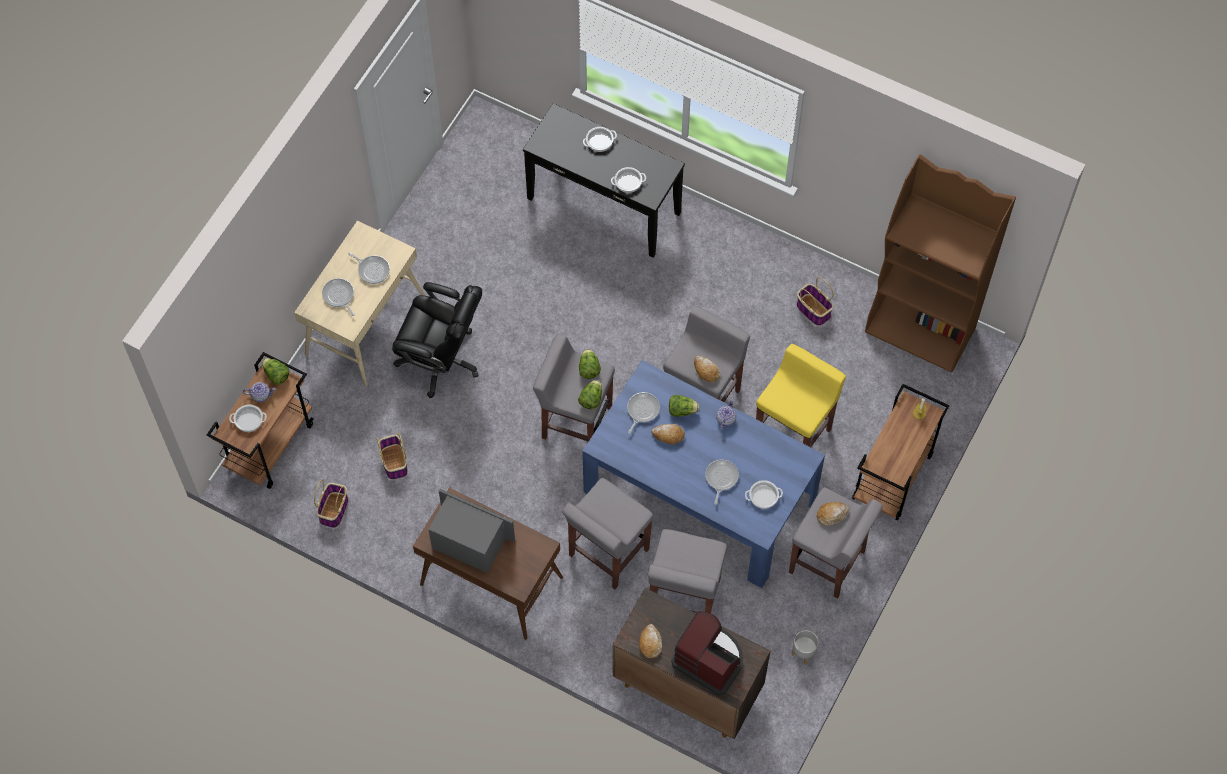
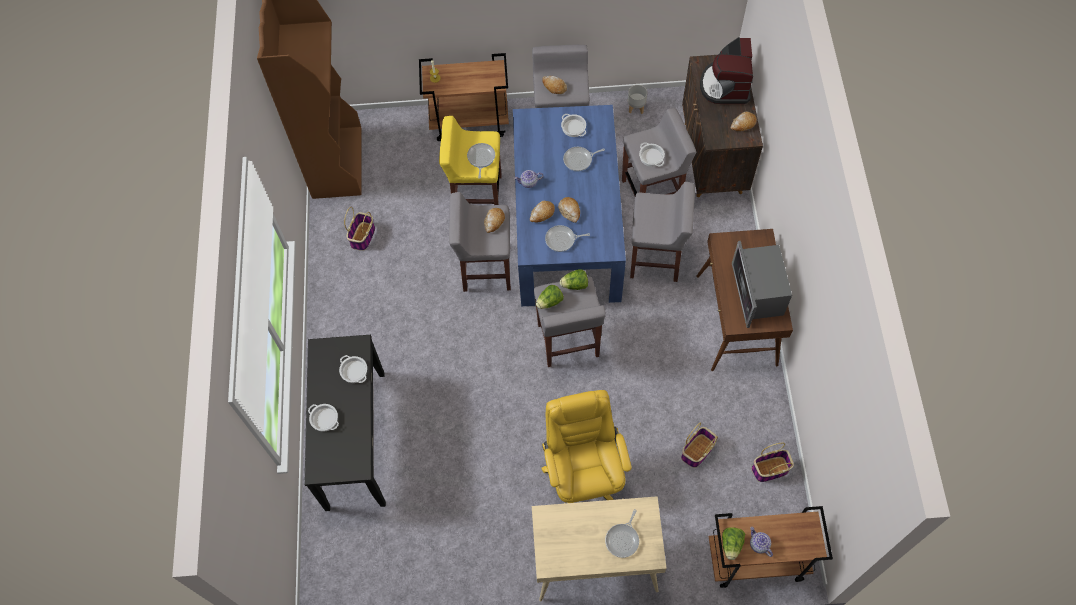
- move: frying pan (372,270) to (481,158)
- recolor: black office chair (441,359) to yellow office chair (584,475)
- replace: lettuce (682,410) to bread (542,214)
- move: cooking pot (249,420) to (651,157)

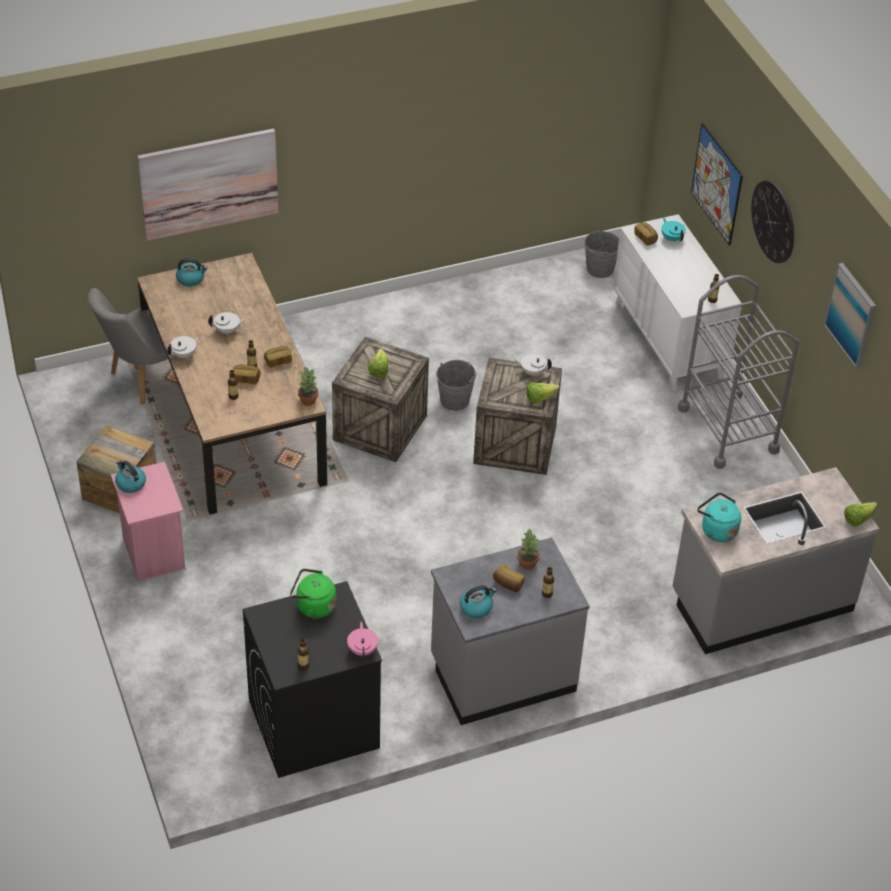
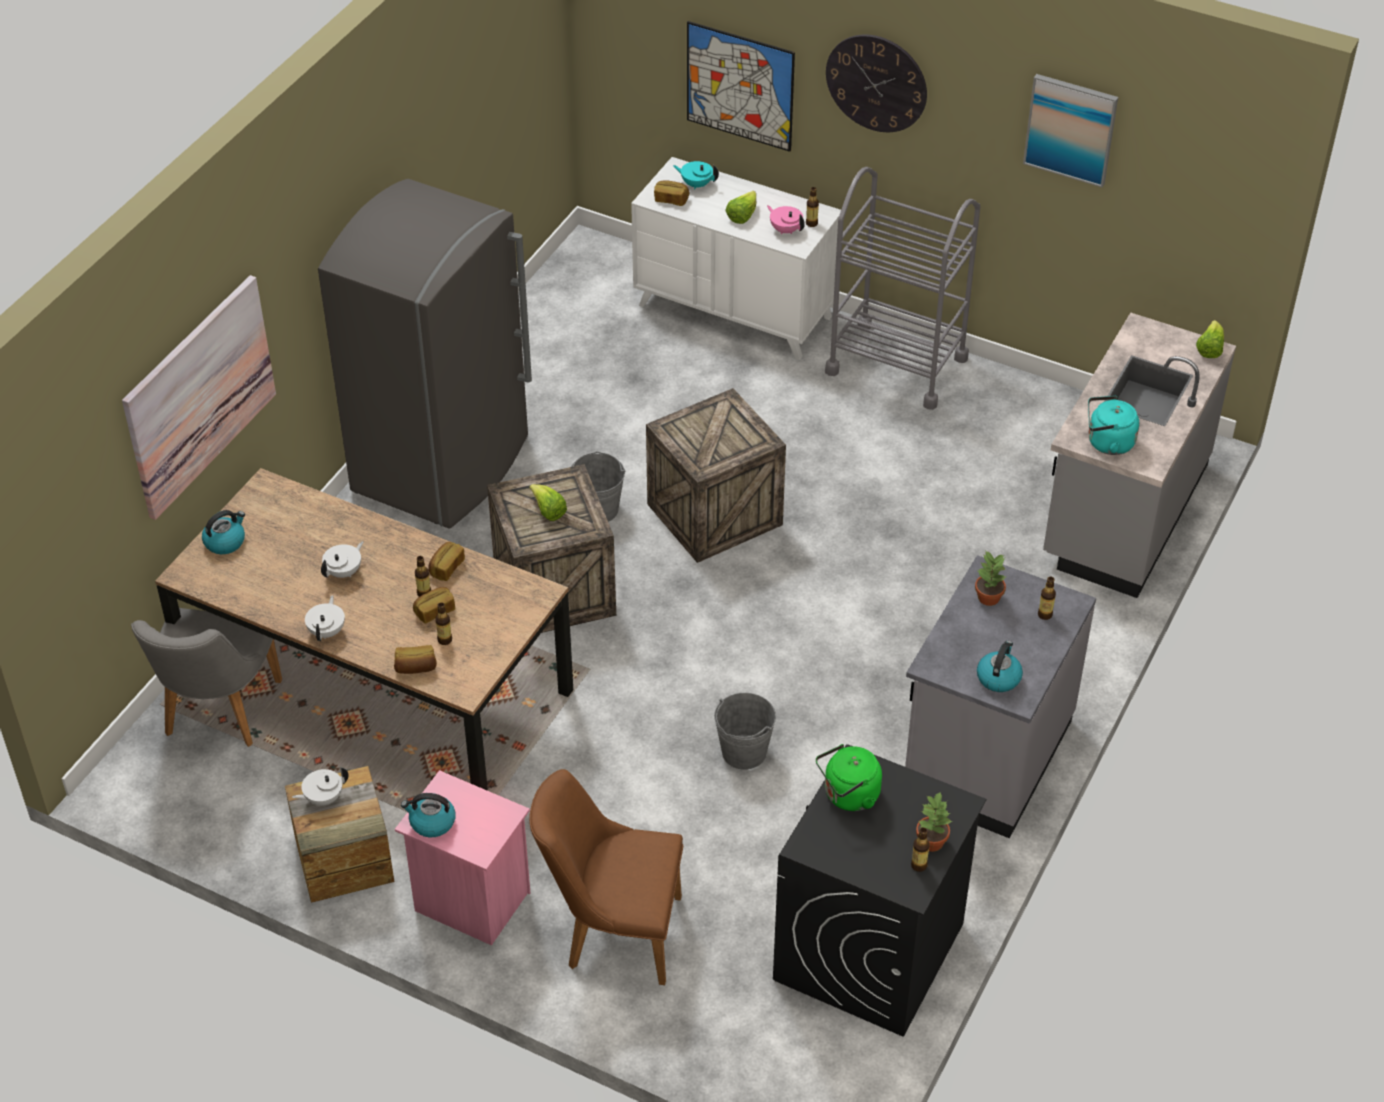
- move: grey bucket (600,269) to (744,752)
- move: white teapot (532,372) to (323,798)
- move: potted plant (308,400) to (931,841)
- move: lettuce (540,398) to (742,216)
- move: bread (508,584) to (416,668)
- move: pink teapot (362,650) to (785,230)
- insert: grey fridge (443,465)
- insert: brown chair (612,931)

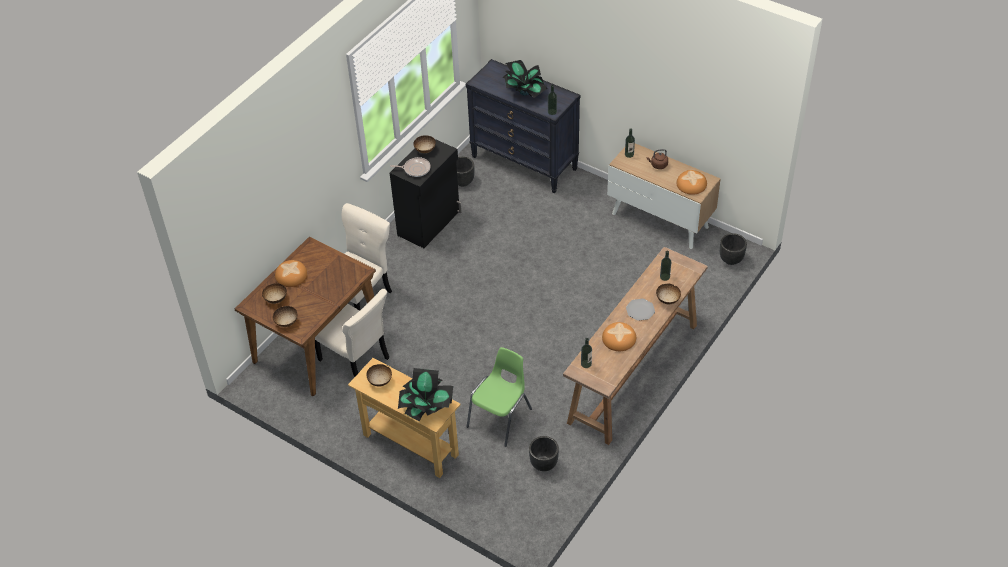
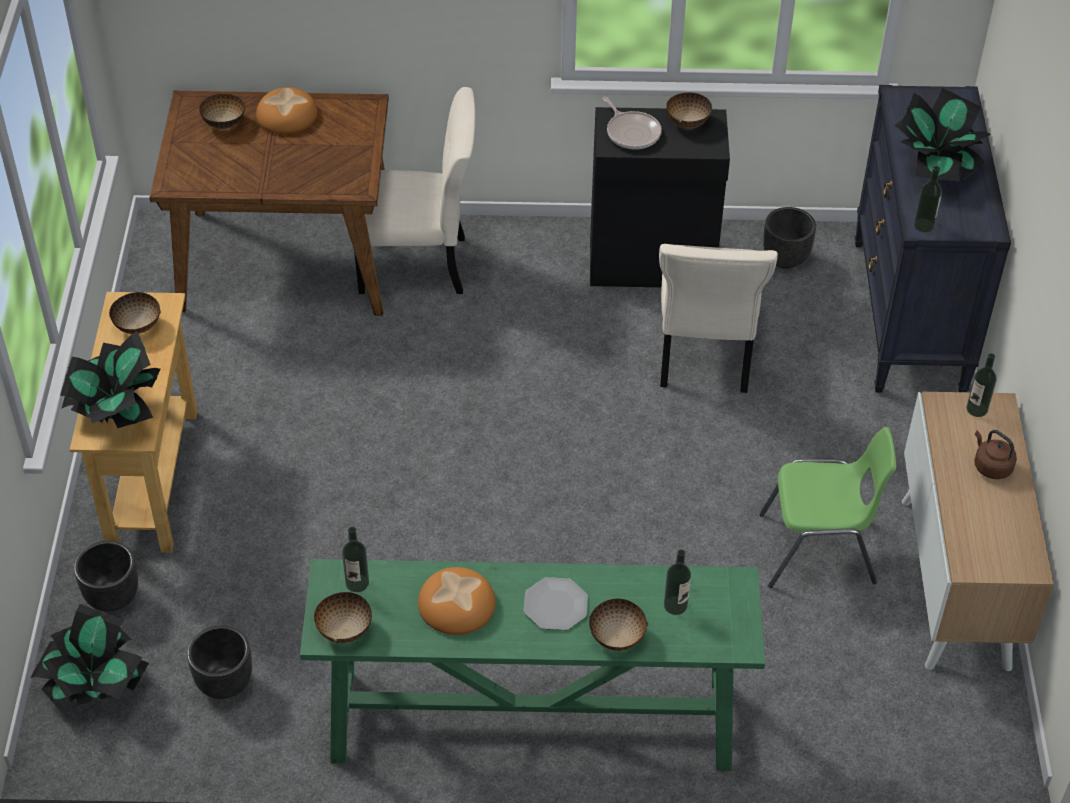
- delete: bread (691,184)
- move: black planter (731,260) to (112,598)
- recolor: brown console table (633,374) to green console table (529,721)
- move: beige chair (356,361) to (704,355)
- move: bowl (286,322) to (344,630)
- move: green chair (501,418) to (819,550)
- insert: potted plant (95,687)

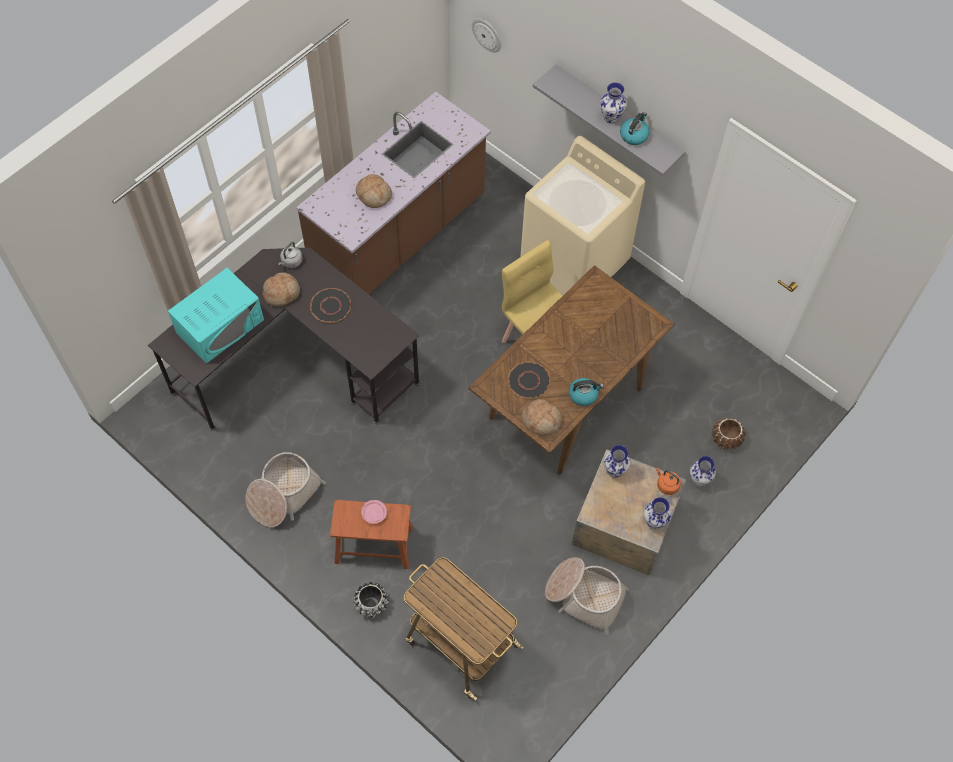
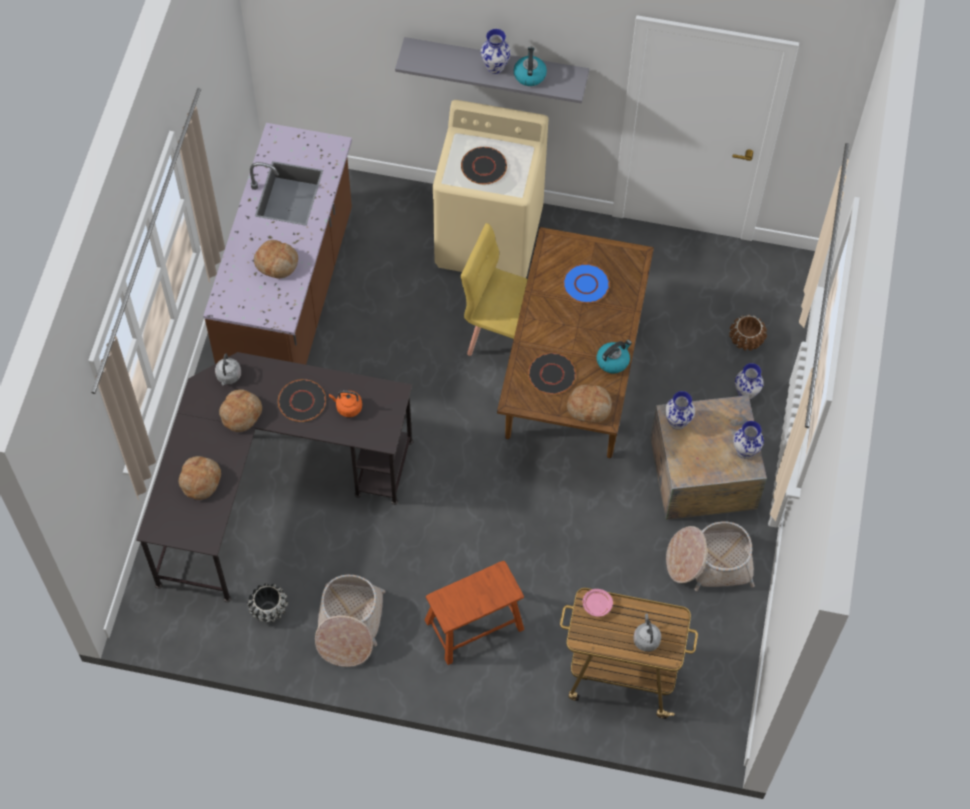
- delete: wall clock (487,34)
- replace: turquoise microwave (220,326) to bread (200,480)
- move: orange kettle (666,485) to (347,407)
- move: pink plate (374,513) to (596,605)
- move: black planter (371,604) to (268,608)
- insert: black plate (483,166)
- insert: blue plate (586,284)
- insert: grey kettle (646,639)

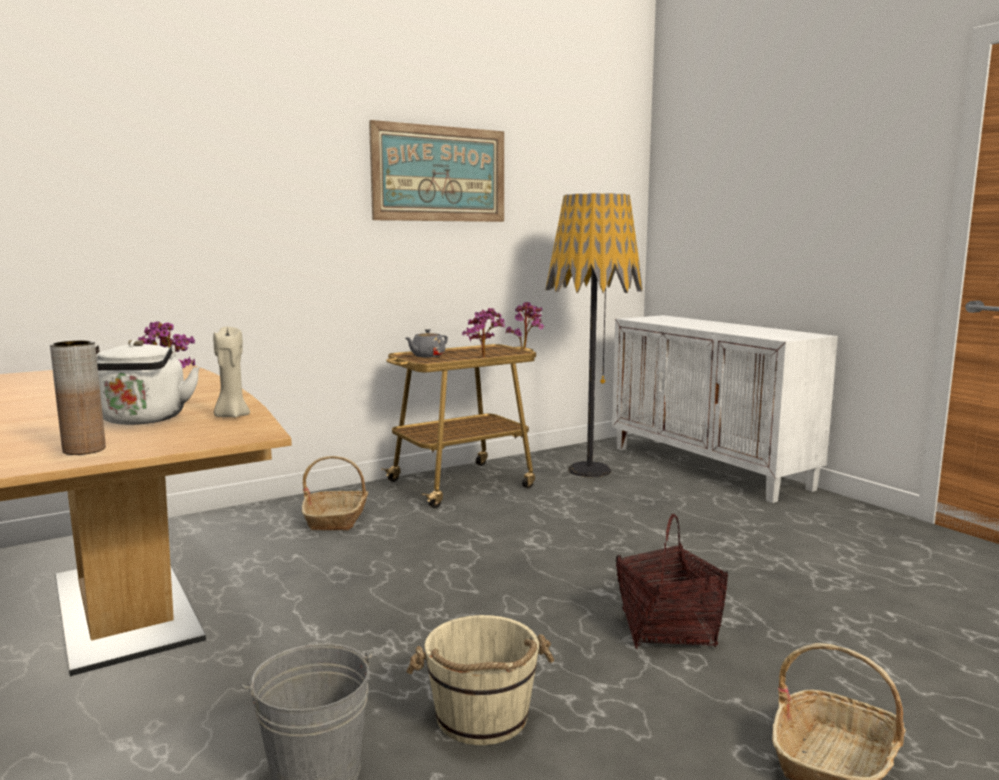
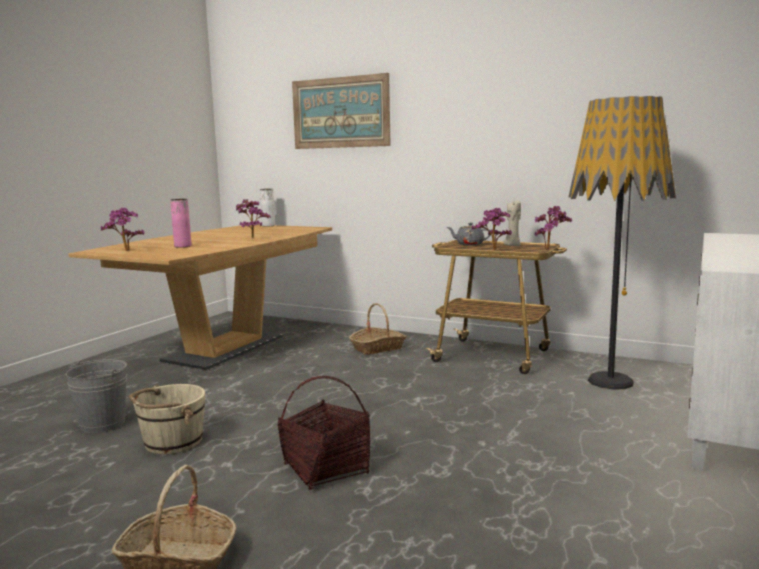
- move: picture (439,174) to (340,112)
- move: beige candle (232,416) to (512,245)
- replace: white kettle (141,420) to pink vase (183,246)
- replace: brown vase (84,450) to potted plant (125,251)
- insert: white vase (268,225)

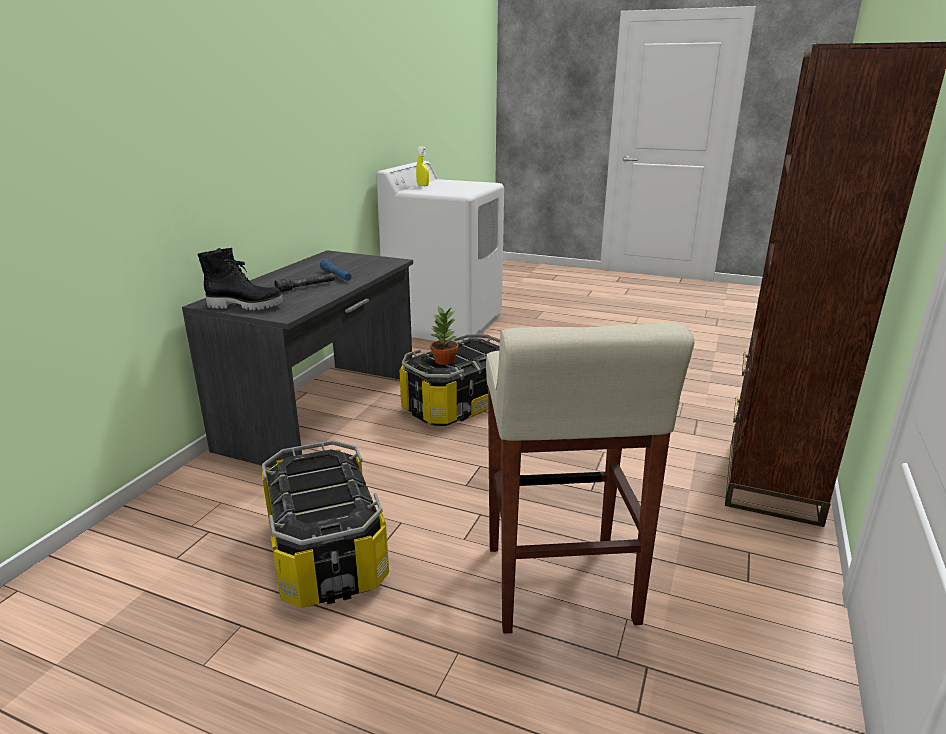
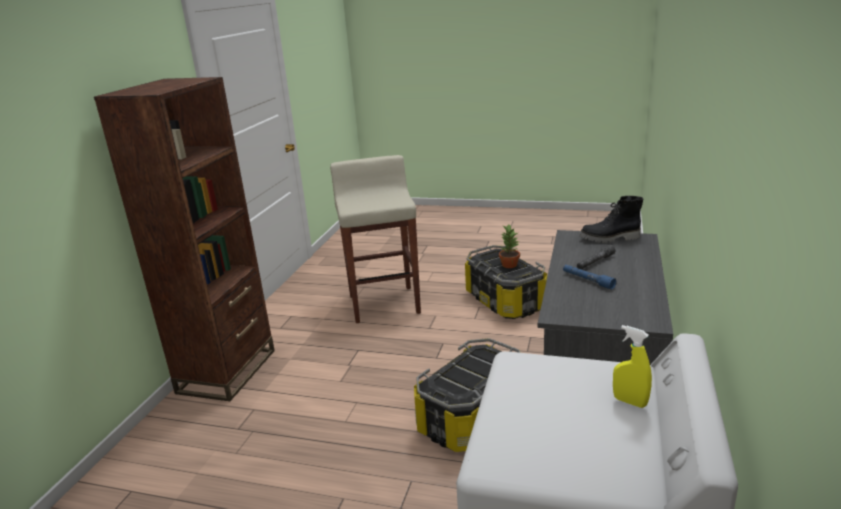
- move: potted plant (444,361) to (509,264)

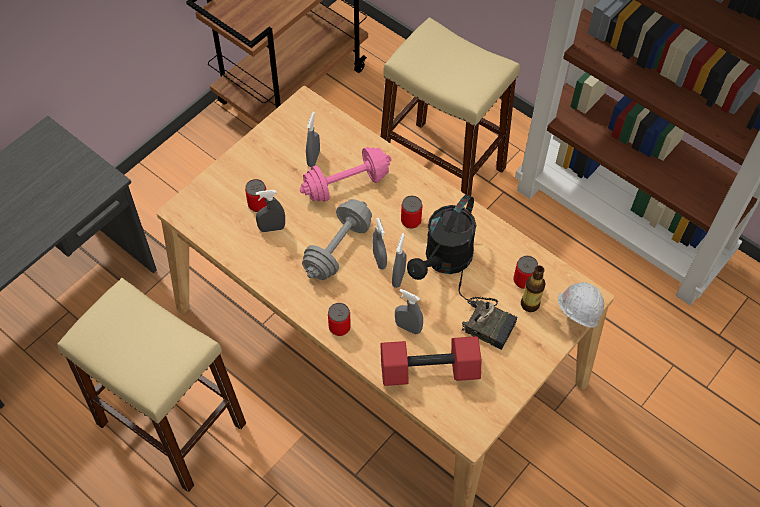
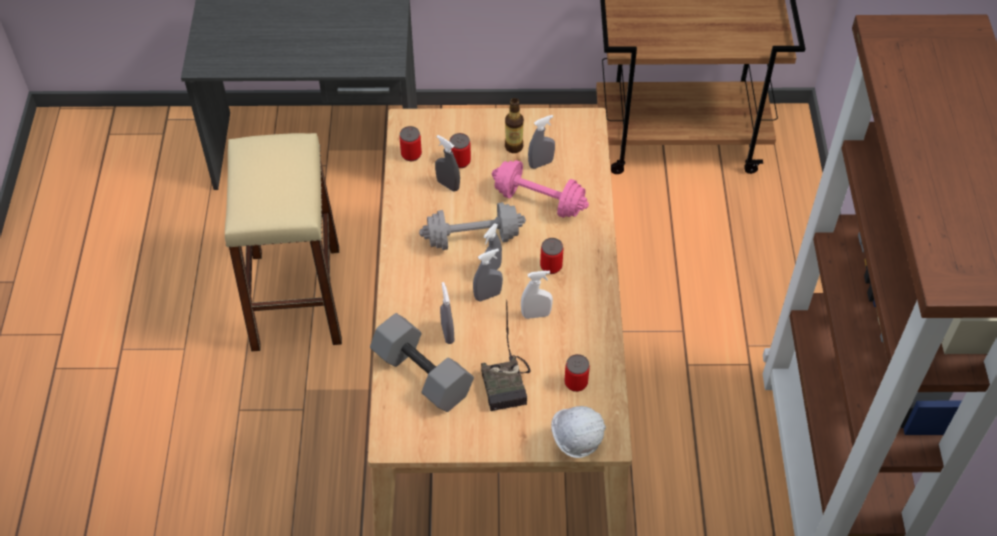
- delete: beige stool (442,168)
- replace: black watering can (444,261) to white spray bottle (536,314)
- move: bottle (530,304) to (514,147)
- move: can (339,327) to (411,154)
- recolor: red dumbbell (428,371) to grey dumbbell (420,374)

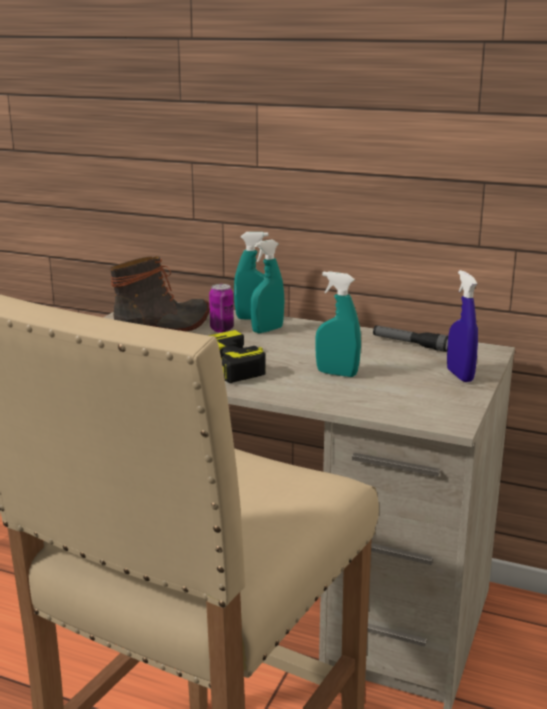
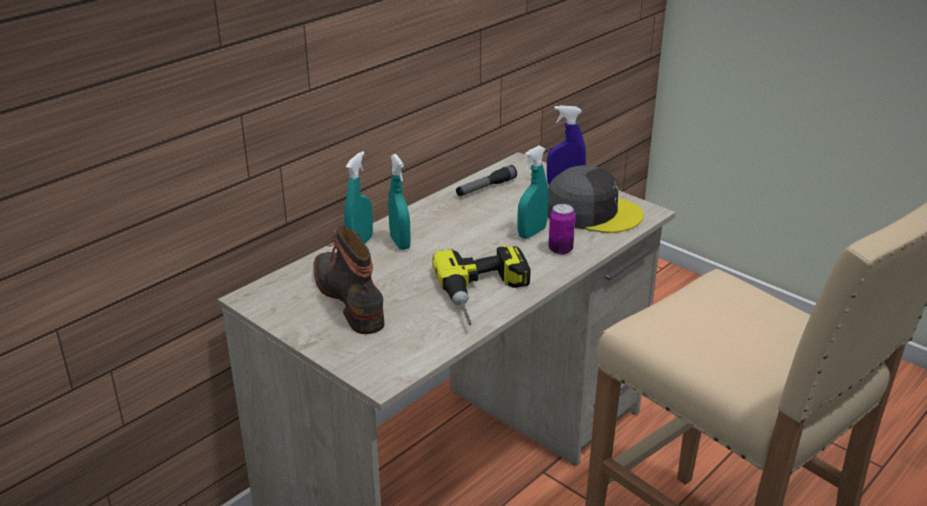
- move: can (222,329) to (560,250)
- insert: grey cap (592,212)

